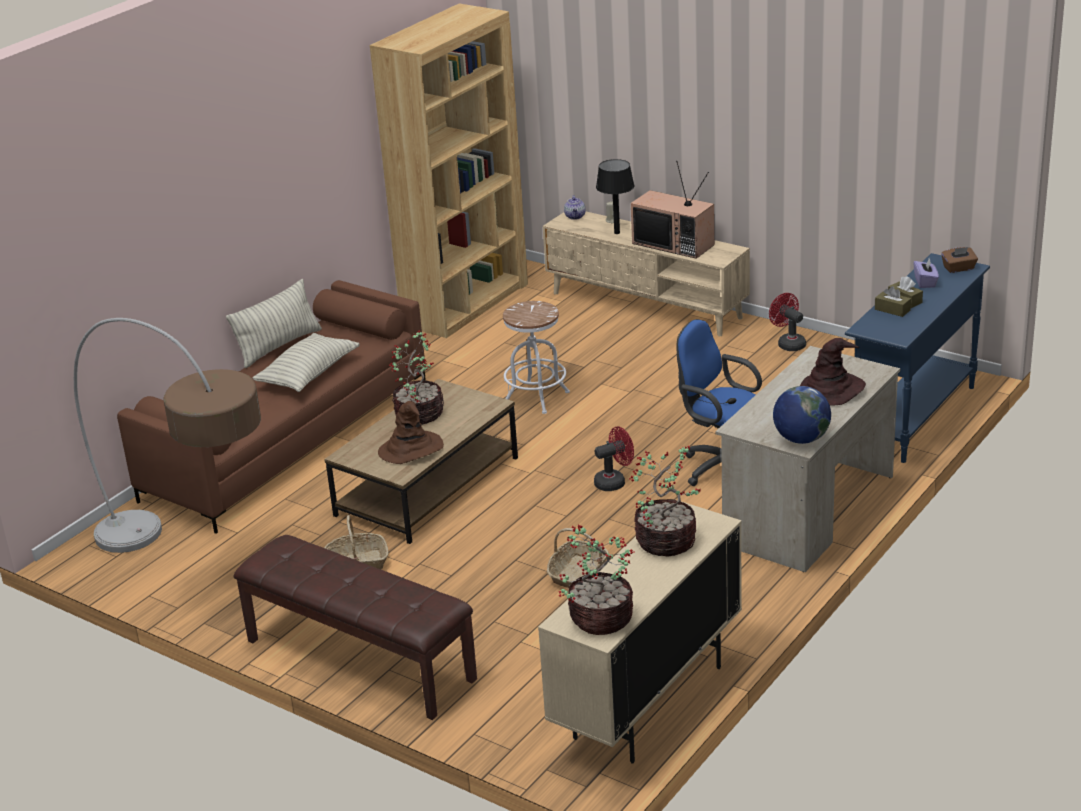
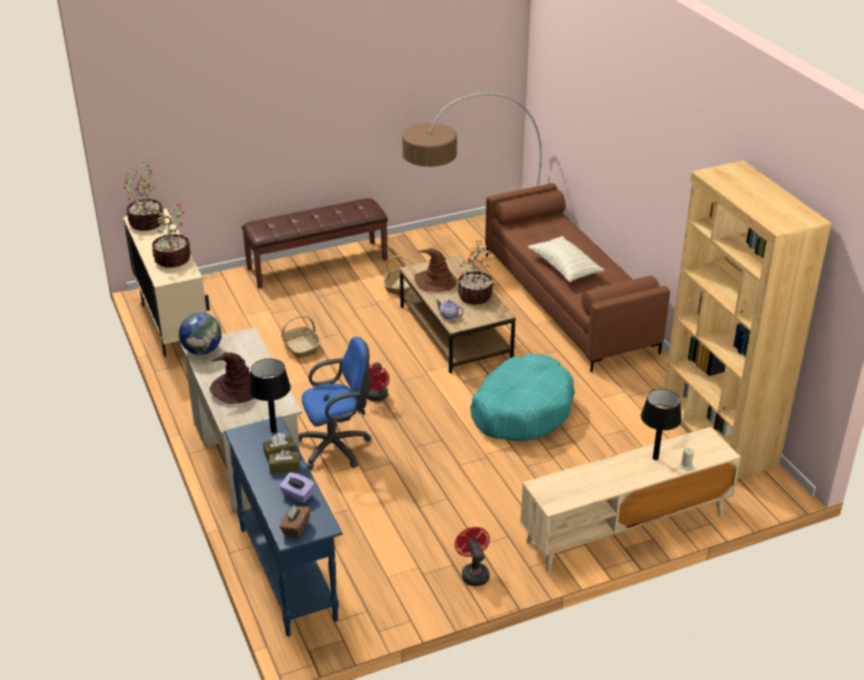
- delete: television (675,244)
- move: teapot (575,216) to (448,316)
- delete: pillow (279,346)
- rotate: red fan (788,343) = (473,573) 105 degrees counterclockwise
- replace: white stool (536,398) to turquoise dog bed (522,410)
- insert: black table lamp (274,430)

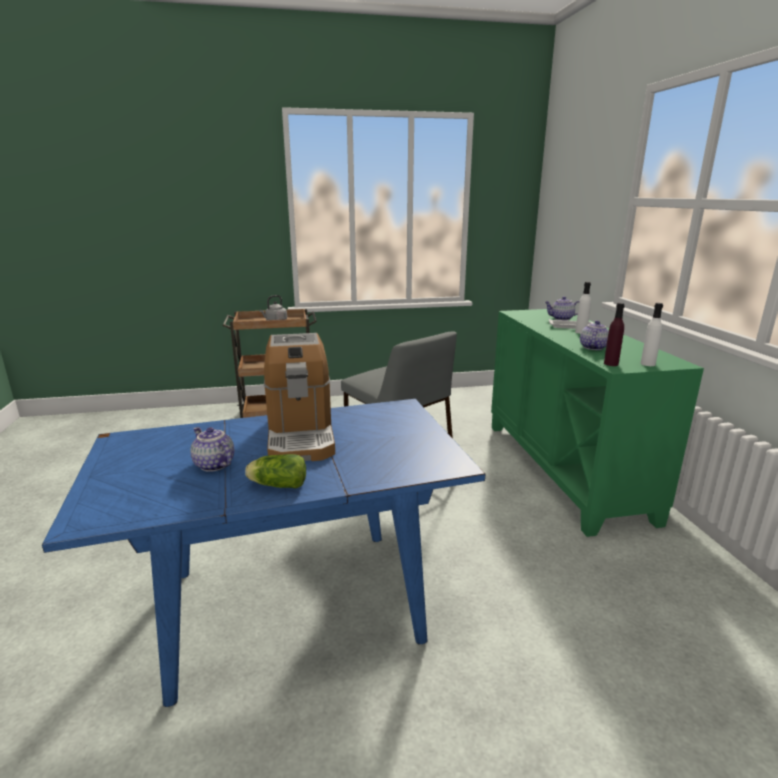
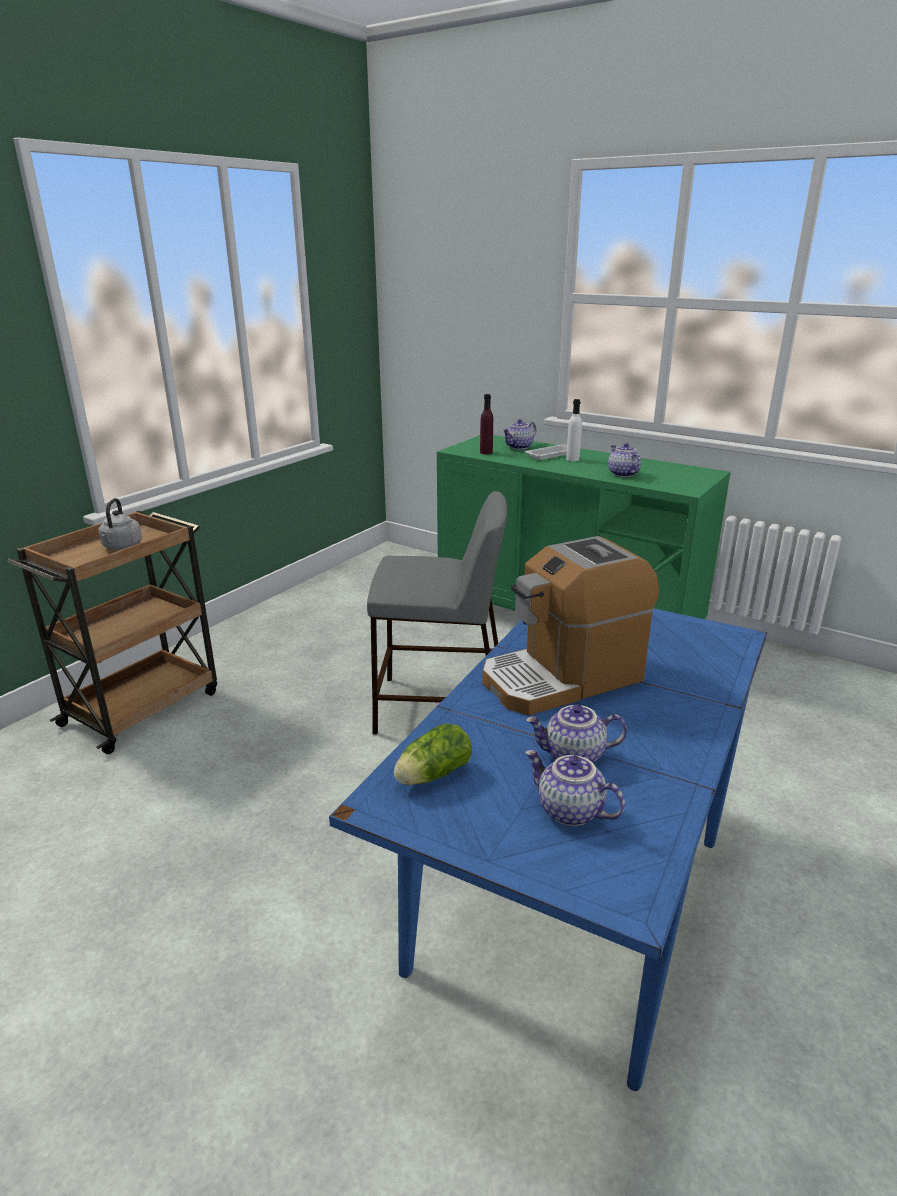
- move: purple bottle (611,364) to (486,452)
- delete: white bottle (647,364)
- rotate: coffee machine (301,435) = (562,677) 120 degrees clockwise
- move: lettuce (276,485) to (431,775)
- insert: teapot (568,811)

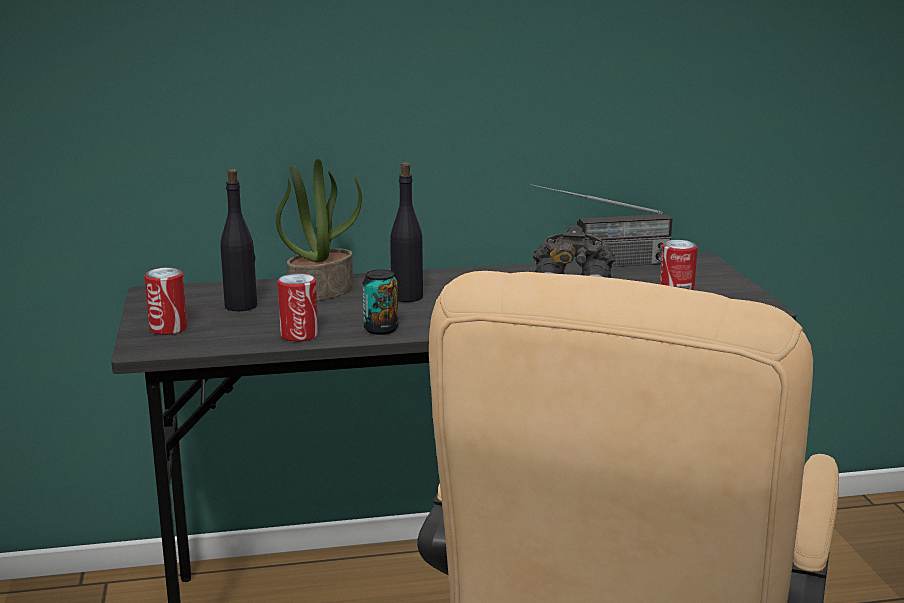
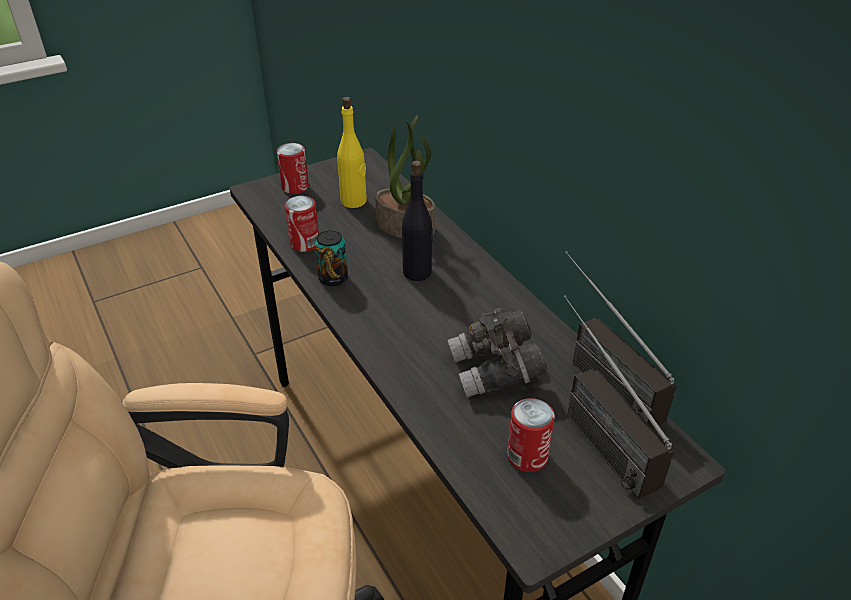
- recolor: black bottle (241,306) to yellow bottle (354,201)
- insert: radio (590,429)

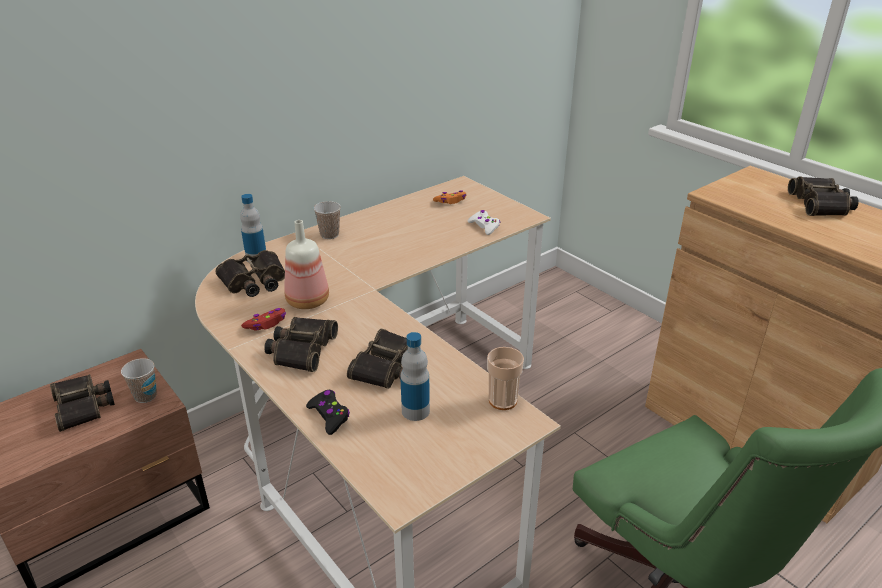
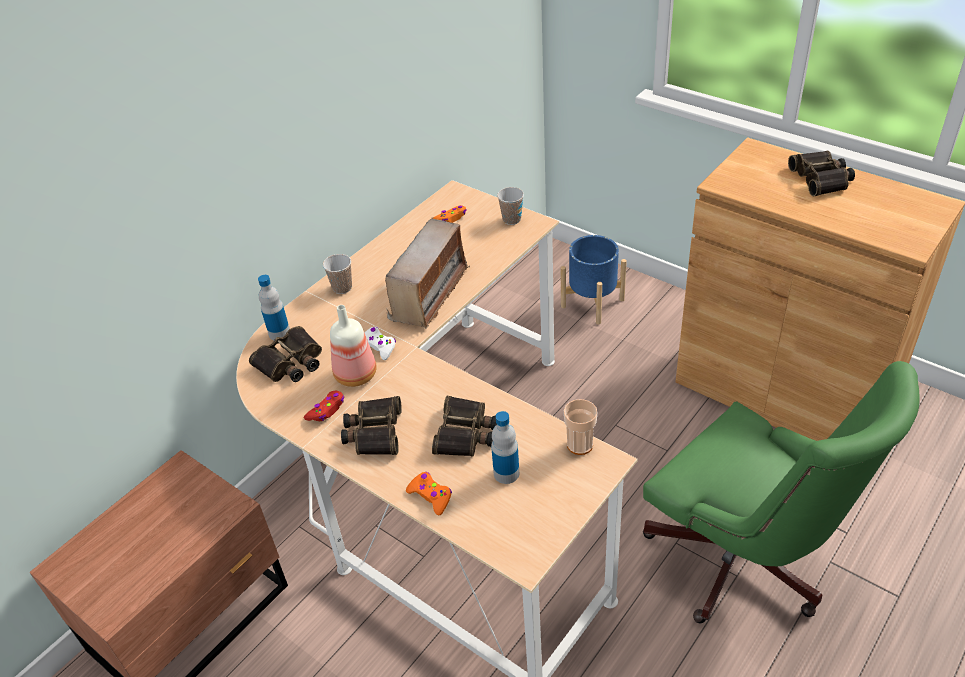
- move: white game controller (484,226) to (379,346)
- move: cup (145,396) to (511,219)
- delete: binoculars (84,406)
- recolor: black game controller (329,416) to orange game controller (431,496)
- insert: radio (430,293)
- insert: blue planter (592,303)

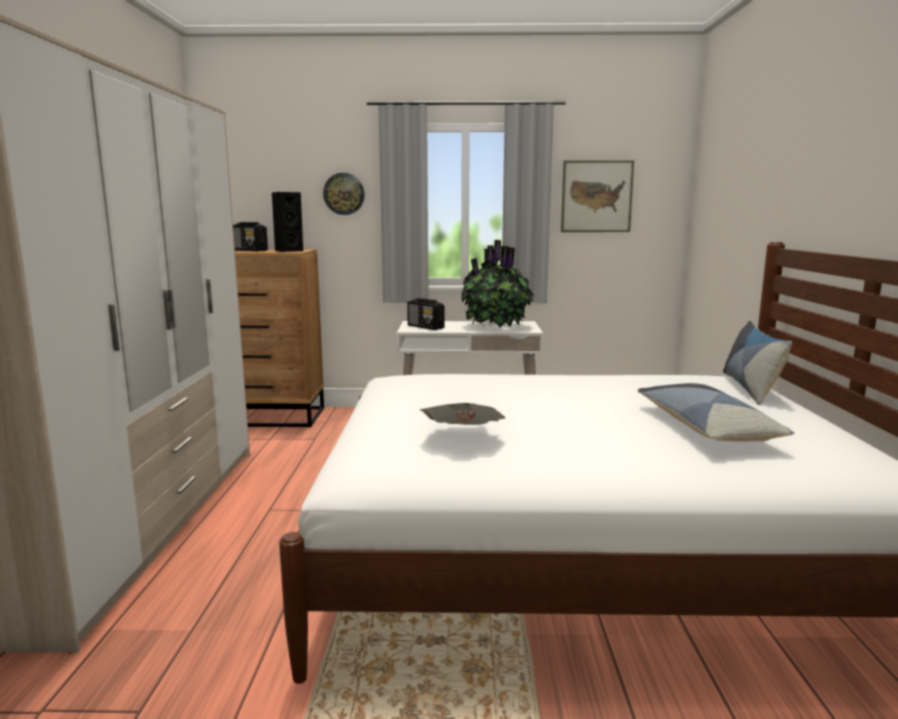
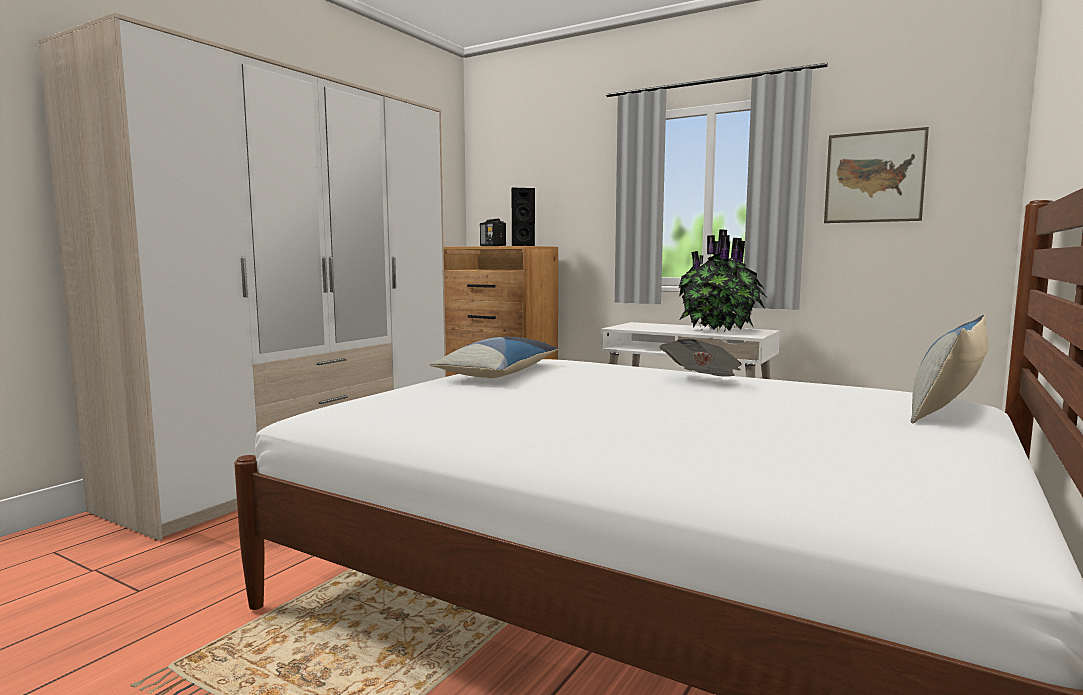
- delete: wall clock (344,194)
- delete: radio (426,327)
- move: pillow (705,427) to (499,373)
- move: newspaper (463,437) to (702,381)

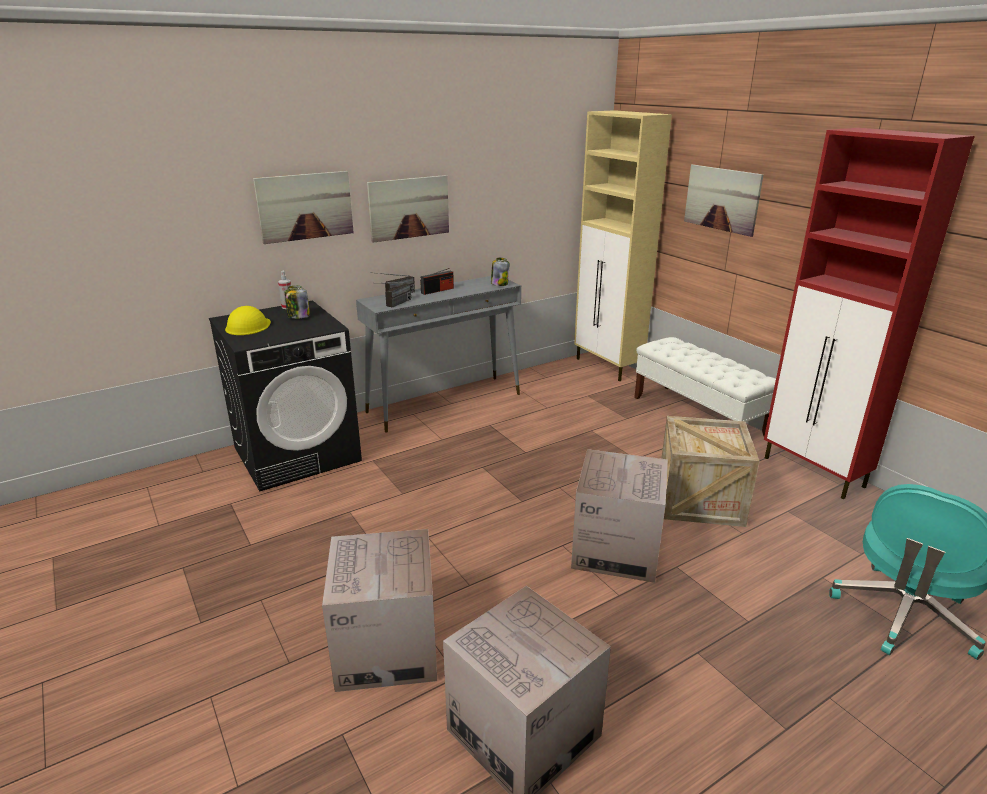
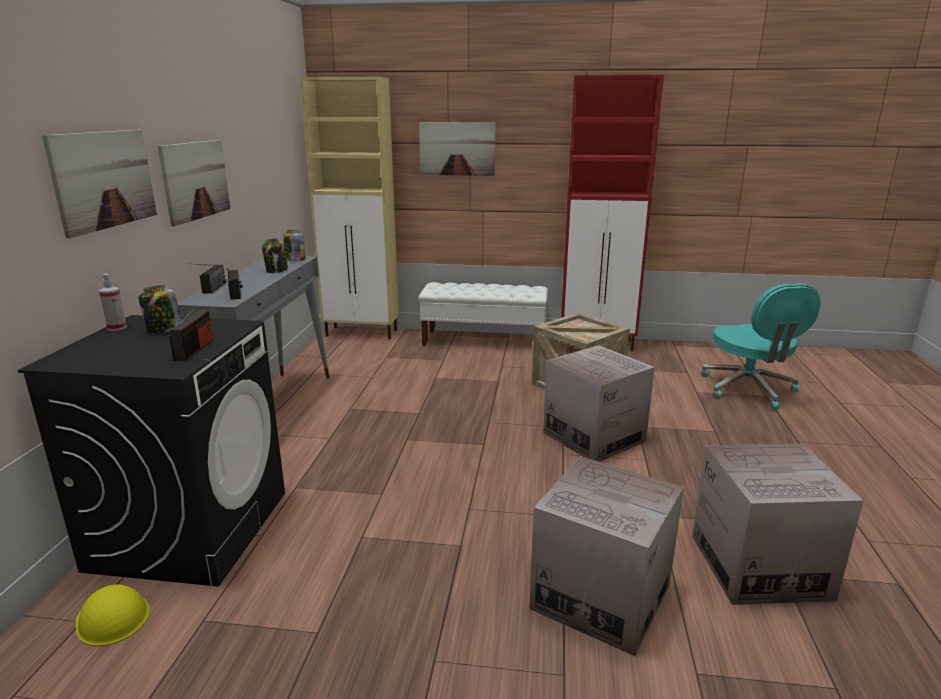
- move: radio (437,290) to (194,349)
- move: yellow hard hat (248,326) to (112,617)
- insert: jar (277,270)

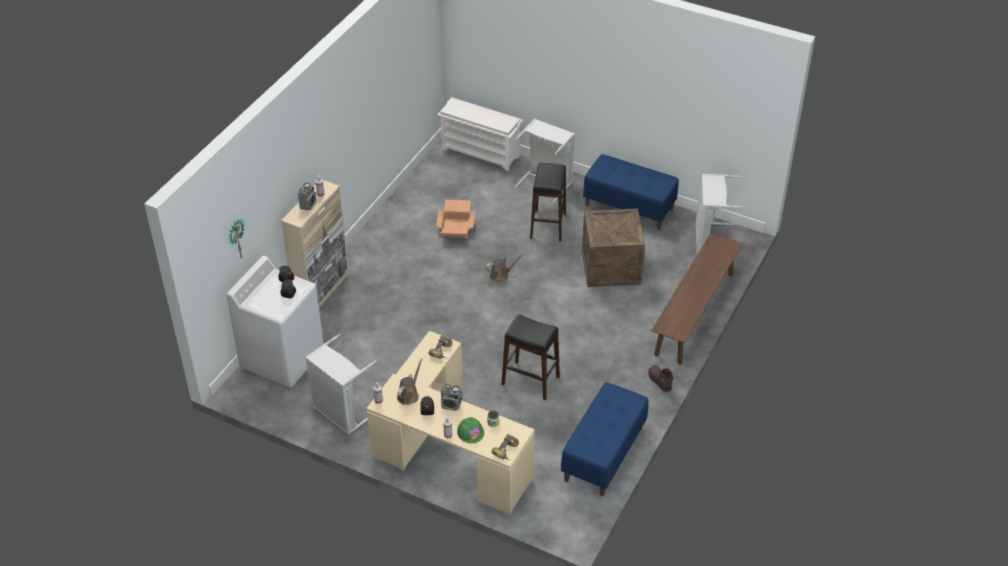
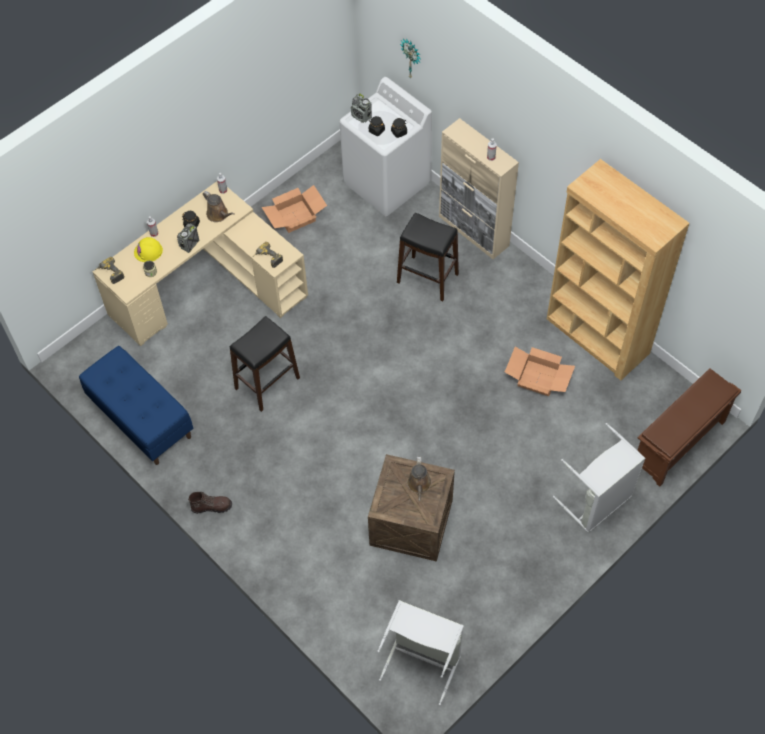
- recolor: white shoe rack (481,152) to brown shoe rack (679,444)
- delete: blue bench (629,207)
- move: black stool (548,225) to (428,278)
- move: radio (308,205) to (361,116)
- delete: brown bench (694,313)
- move: brown watering can (501,275) to (419,485)
- replace: grey laundry basket (341,412) to cardboard box (295,216)
- recolor: green hard hat (470,432) to yellow hard hat (148,251)
- insert: brown bookcase (597,337)

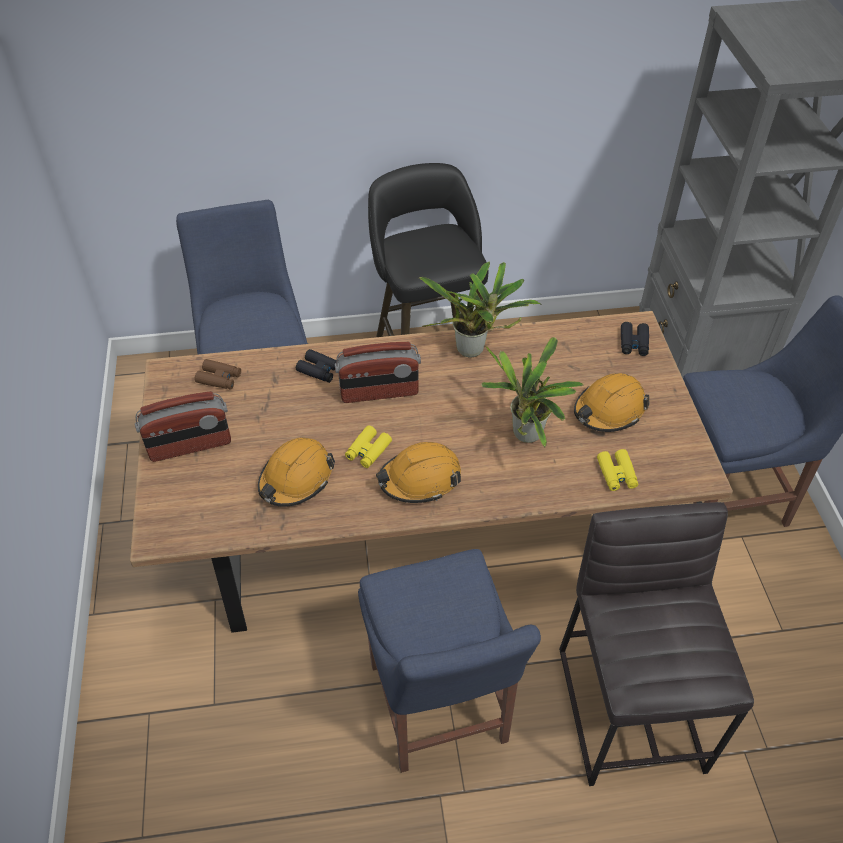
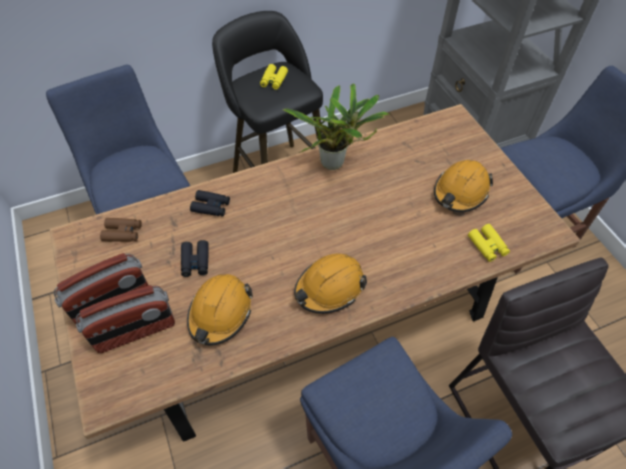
- move: black binoculars (633,343) to (195,261)
- delete: potted plant (526,437)
- move: radio (379,392) to (135,331)
- move: yellow binoculars (368,451) to (273,80)

